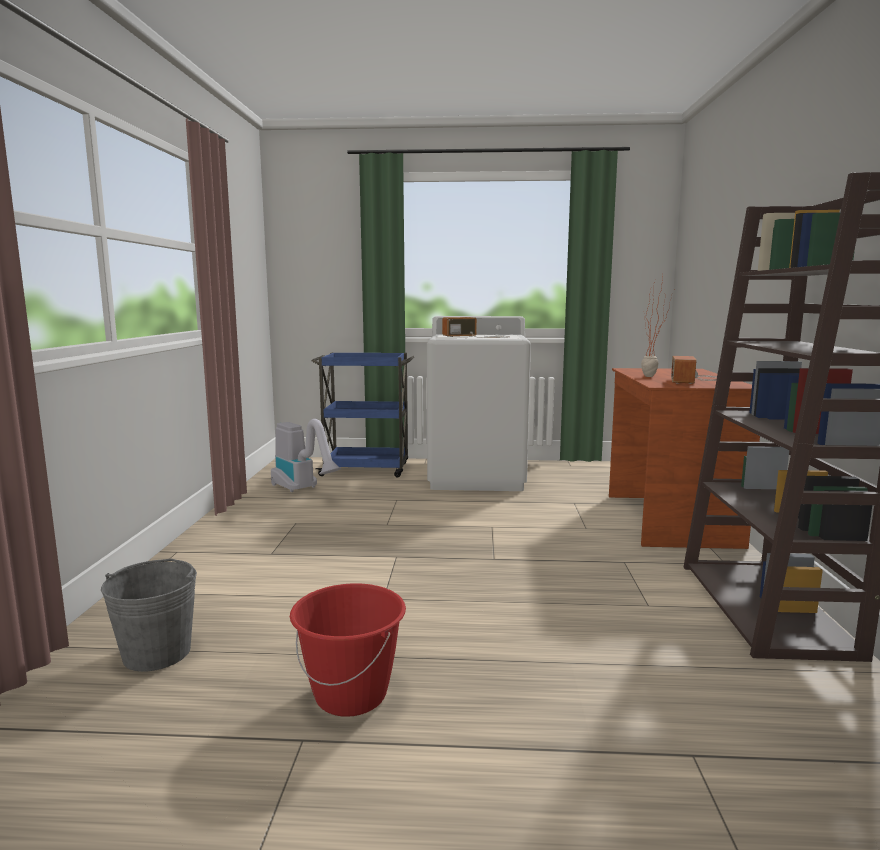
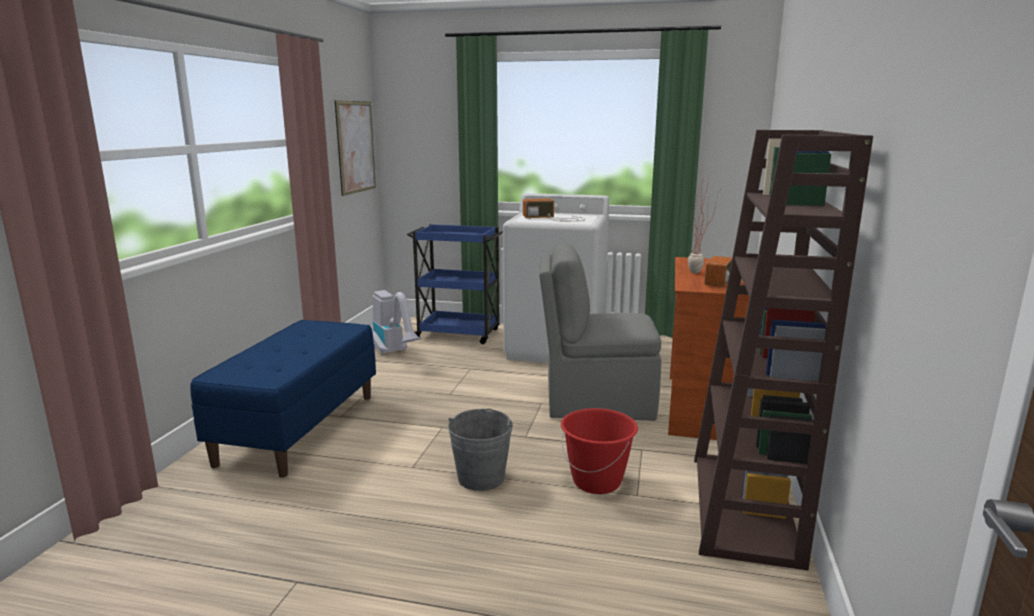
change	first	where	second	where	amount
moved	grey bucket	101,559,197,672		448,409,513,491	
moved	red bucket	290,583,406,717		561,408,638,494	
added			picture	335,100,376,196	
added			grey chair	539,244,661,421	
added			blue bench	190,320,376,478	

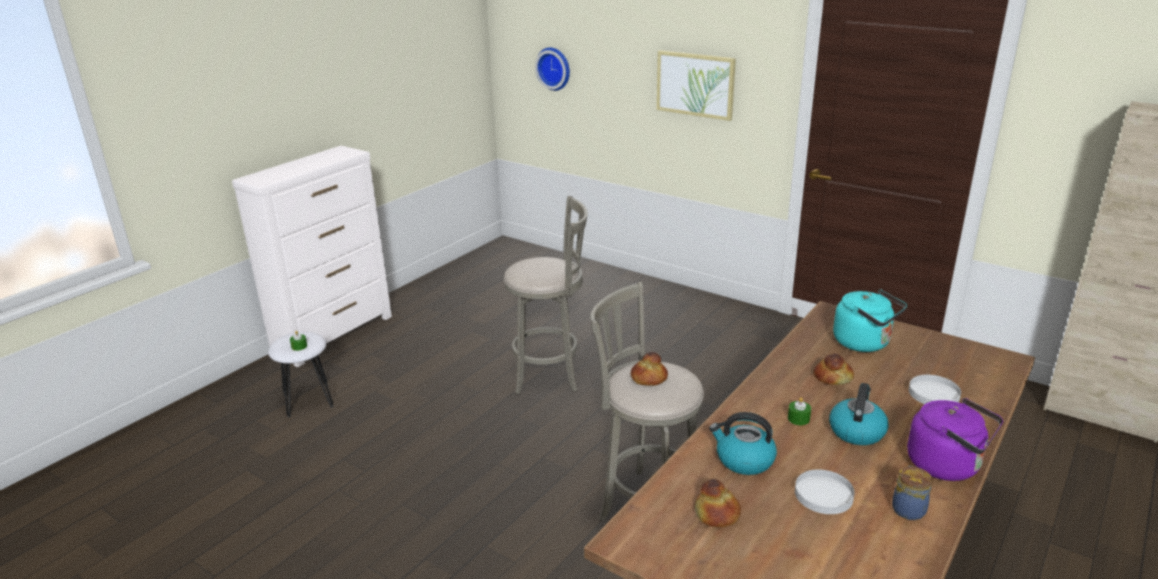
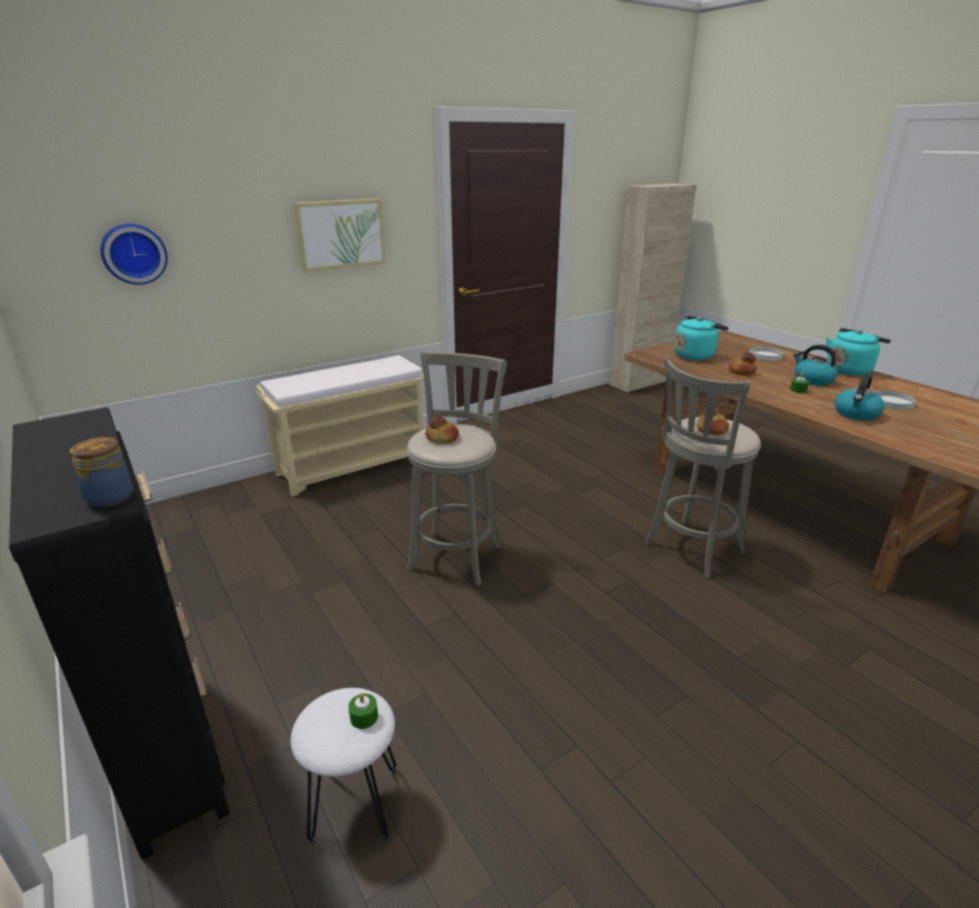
change	first	where	second	where	amount
recoloured	white dresser	232,146,392,367	black dresser	9,407,230,859	
recoloured	purple kettle	907,398,1003,481	turquoise kettle	826,328,891,376	
moved	jar	892,466,932,520		70,437,133,508	
moved	bread	695,479,741,527		425,415,459,444	
added			beige bench	255,355,424,496	

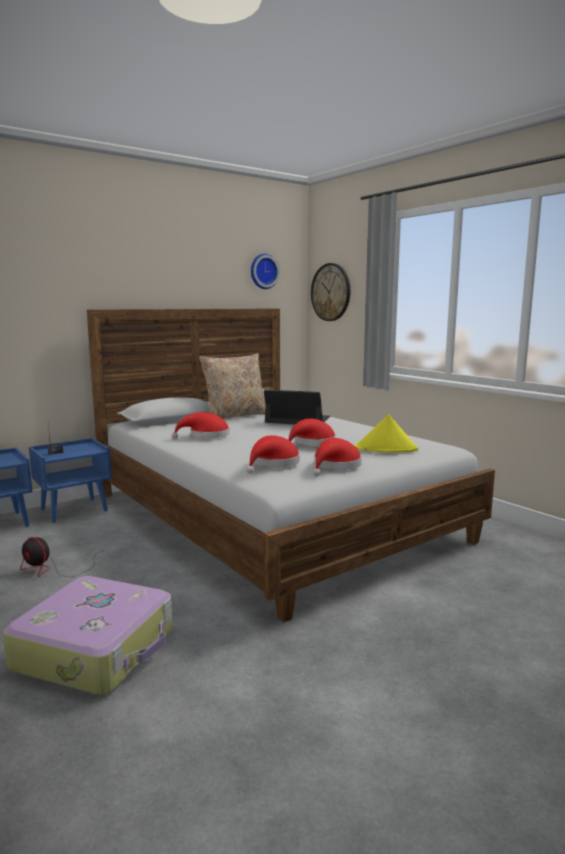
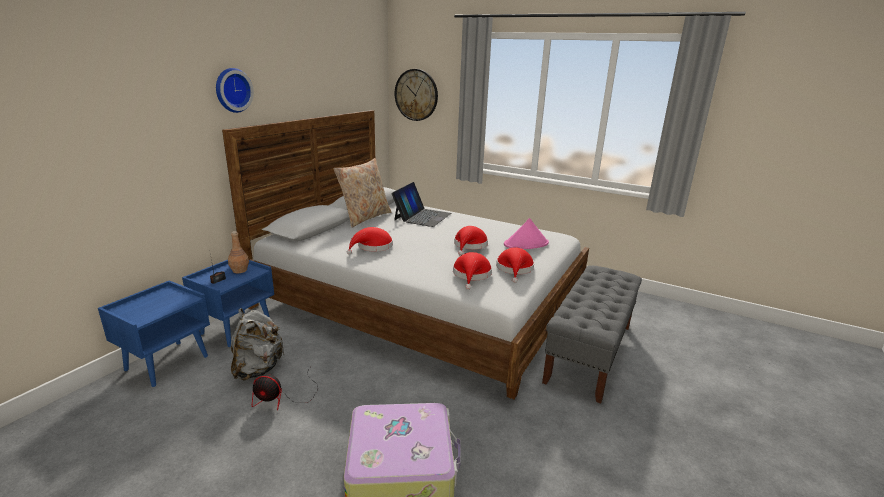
change	first	where	second	where	amount
moved	wall clock	251,254,280,289		216,68,254,113	
turned	laptop	264,390,330,425		391,182,451,227	120 degrees clockwise
recoloured	yellow hat	355,414,418,453	pink hat	504,218,549,249	
added			brown bottle	228,231,249,273	
added			grey bench	542,266,642,404	
added			grey backpack	231,308,284,381	

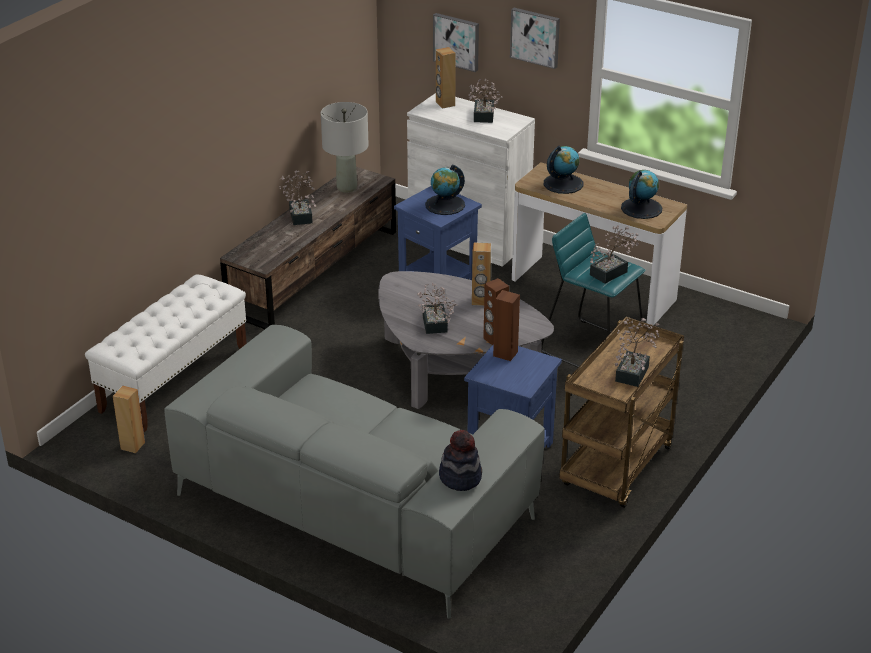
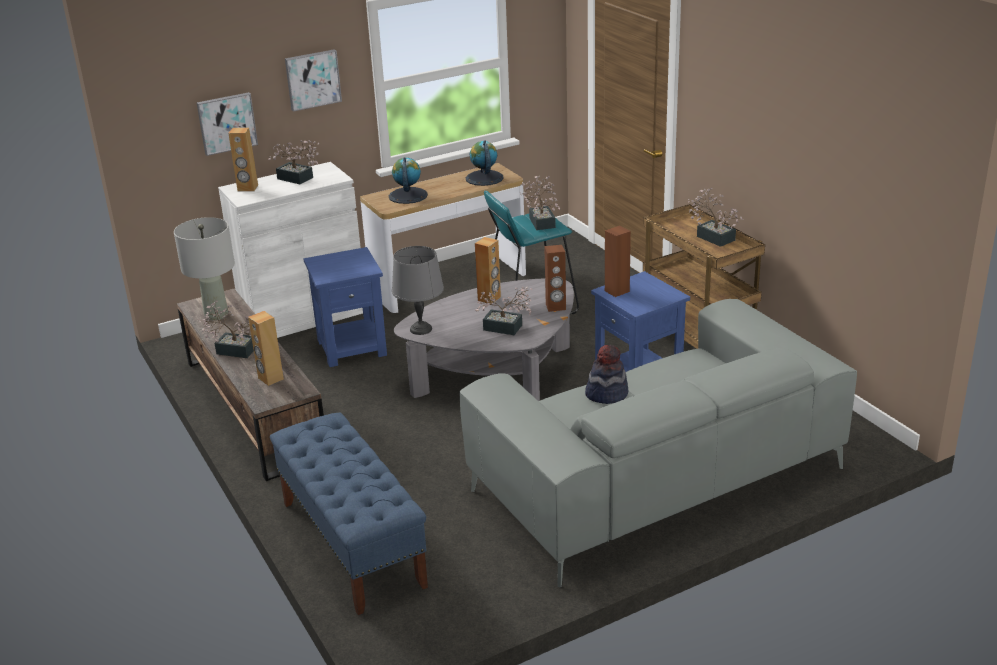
change	first	where	second	where	amount
removed	globe	425,165,465,215			
recoloured	white bench	85,274,247,432	blue bench	270,412,428,615	
moved	brown speaker	113,386,145,453		248,311,284,386	
moved	hat	439,430,482,491		585,345,628,404	
added			grey table lamp	392,246,444,335	

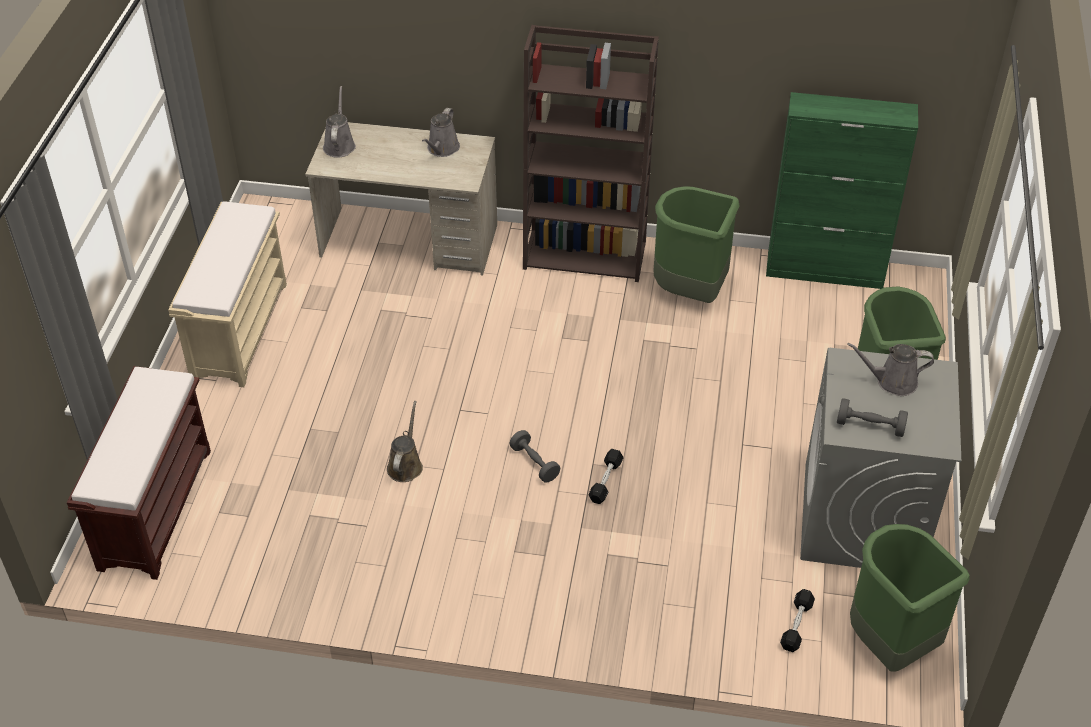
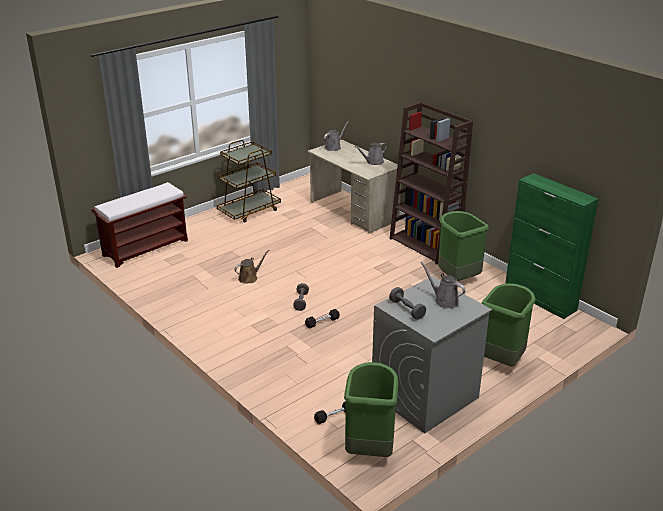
change	first	where	second	where	amount
replaced	beige bench	168,202,287,387	brown cart	217,140,281,223	

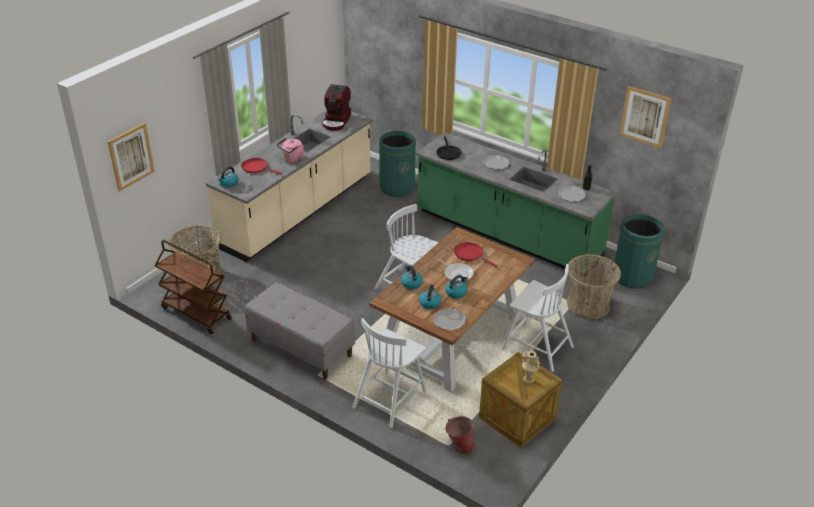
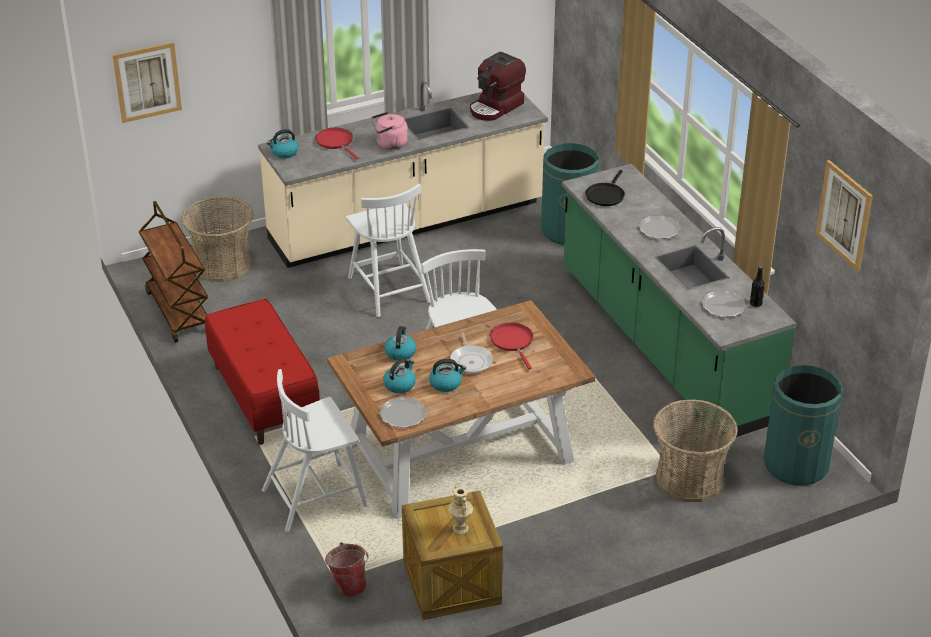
change	first	where	second	where	amount
moved	white chair	502,264,574,372		346,184,431,317	
recoloured	grey bench	245,282,355,380	red bench	205,299,320,445	

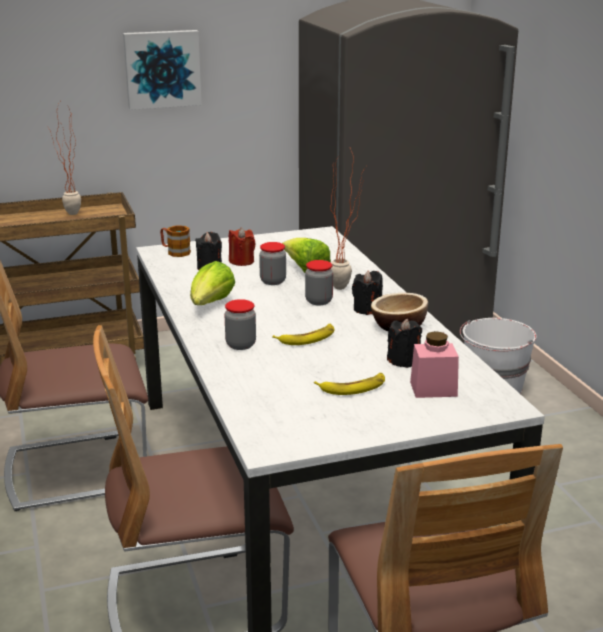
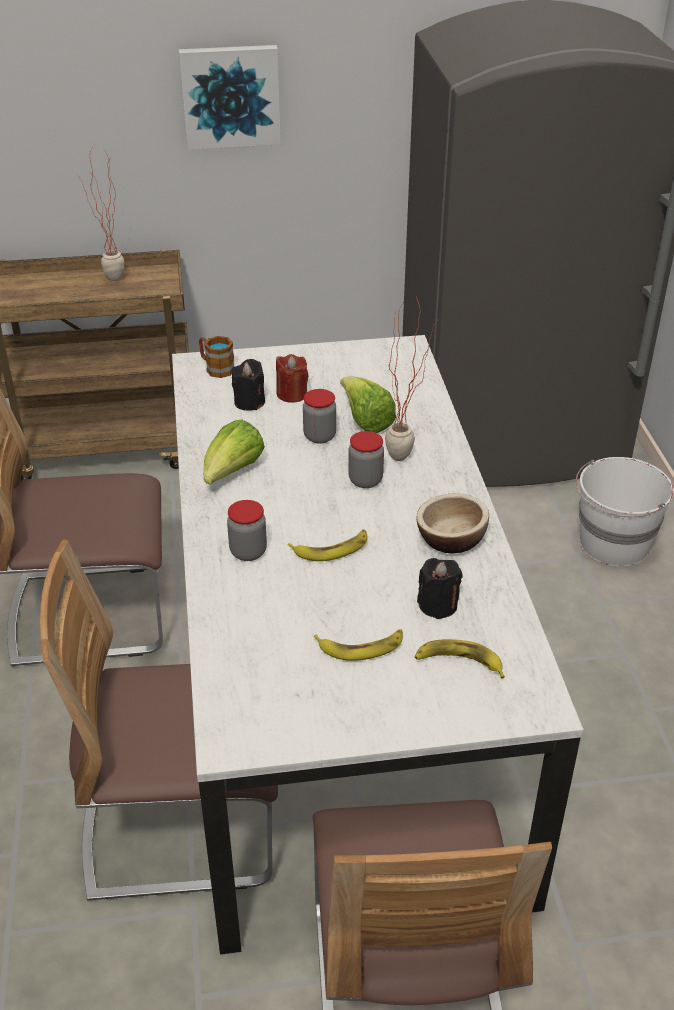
change	first	where	second	where	amount
removed	black candle	352,271,383,315			
replaced	pink jar	410,331,459,398	banana	415,639,505,678	

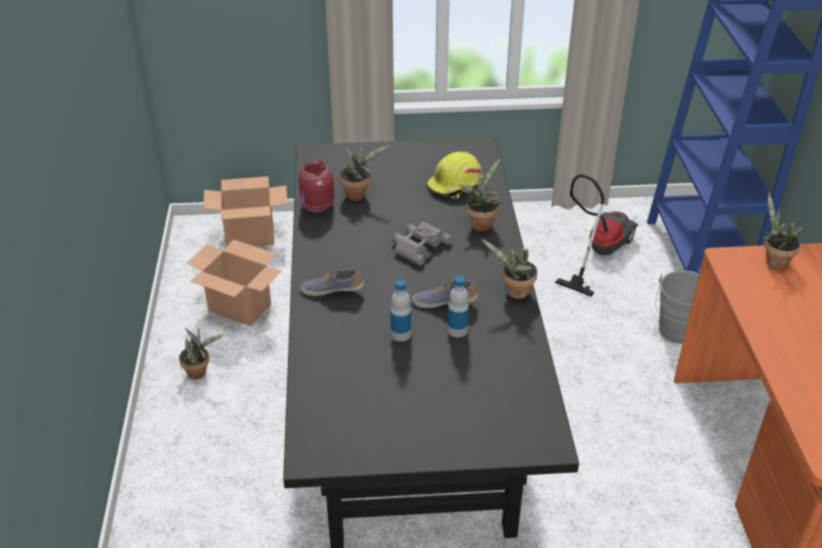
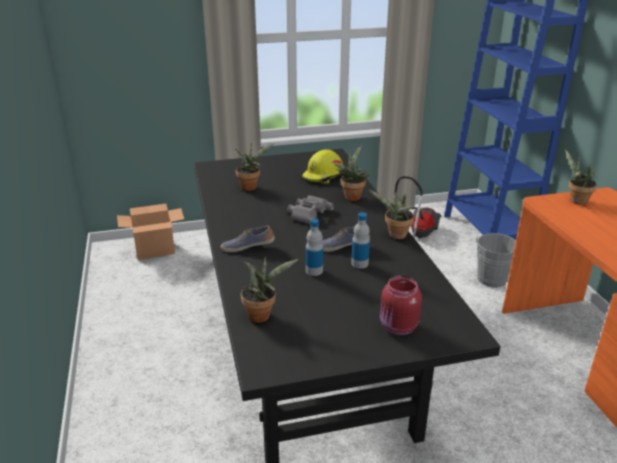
change	first	where	second	where	amount
moved	red jar	298,161,334,212		380,276,422,335	
removed	cardboard box	187,239,282,326			
moved	potted plant	179,328,224,380		241,257,298,323	

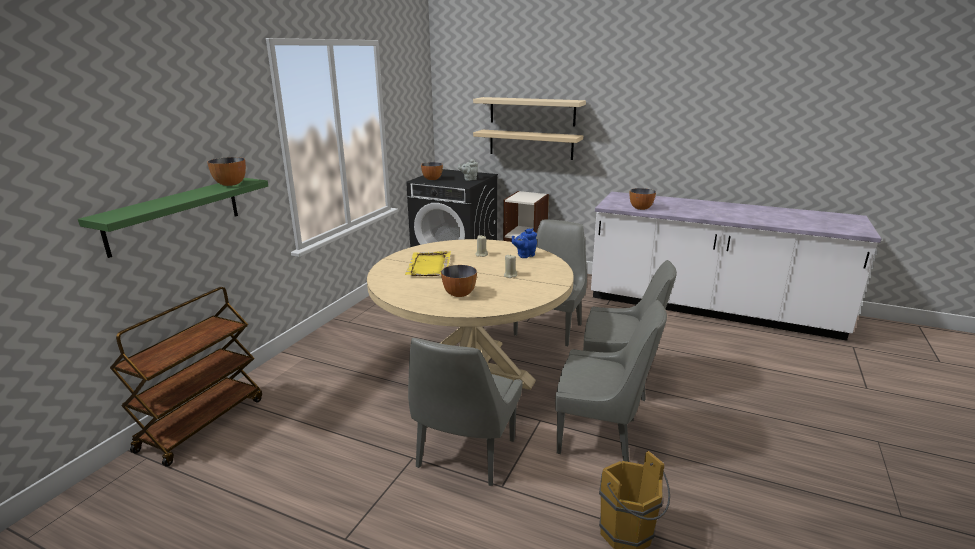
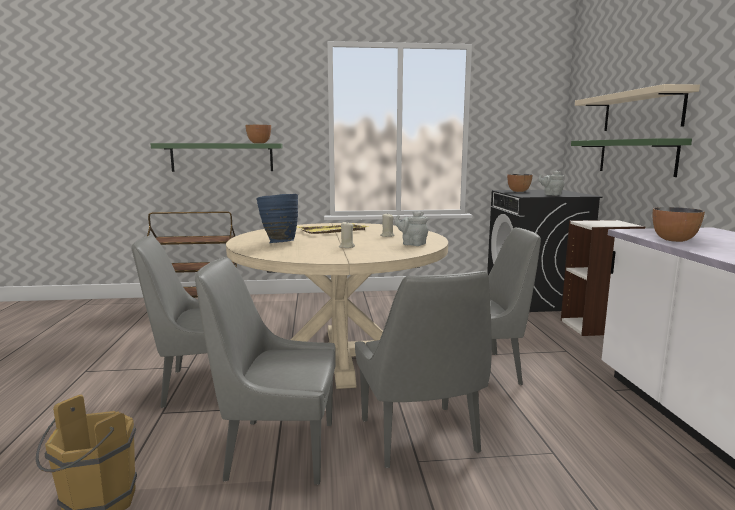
change	first	where	second	where	amount
recoloured	beige shelf	473,130,583,160	green shelf	571,138,692,177	
recoloured	blue teapot	511,228,537,258	grey teapot	394,211,428,246	
replaced	bowl	441,265,477,297	blue vase	256,194,298,243	
turned	grey chair	555,300,667,462		195,257,336,485	105 degrees clockwise

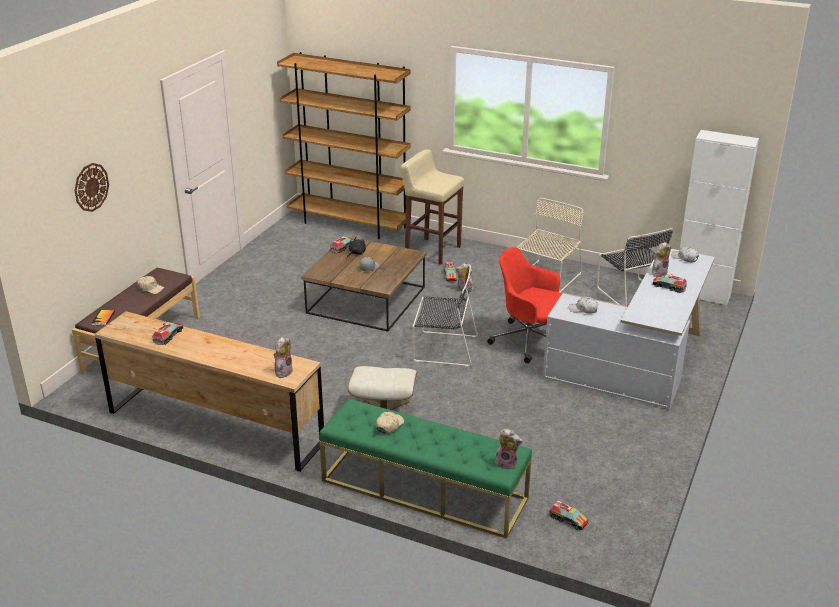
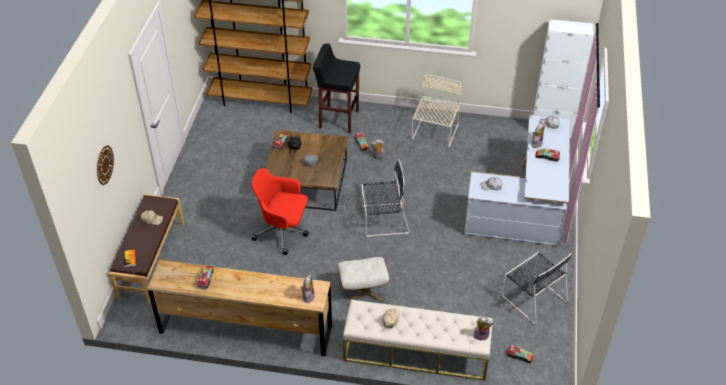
change	first	where	second	where	amount
recoloured	beige stool	400,150,464,265	black stool	313,44,360,133	
moved	black chair	597,228,673,306		502,252,572,325	
moved	red office chair	487,247,562,363		252,168,309,255	
recoloured	green bench	319,399,532,539	beige bench	343,299,493,381	

